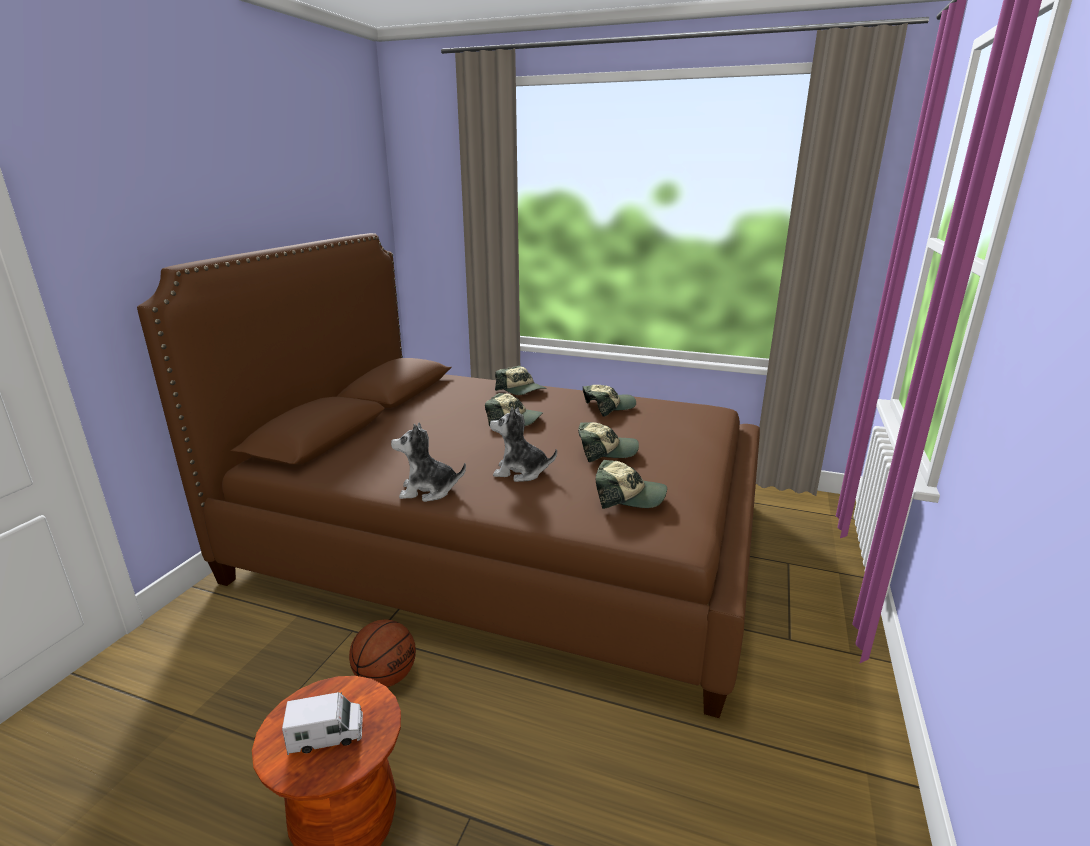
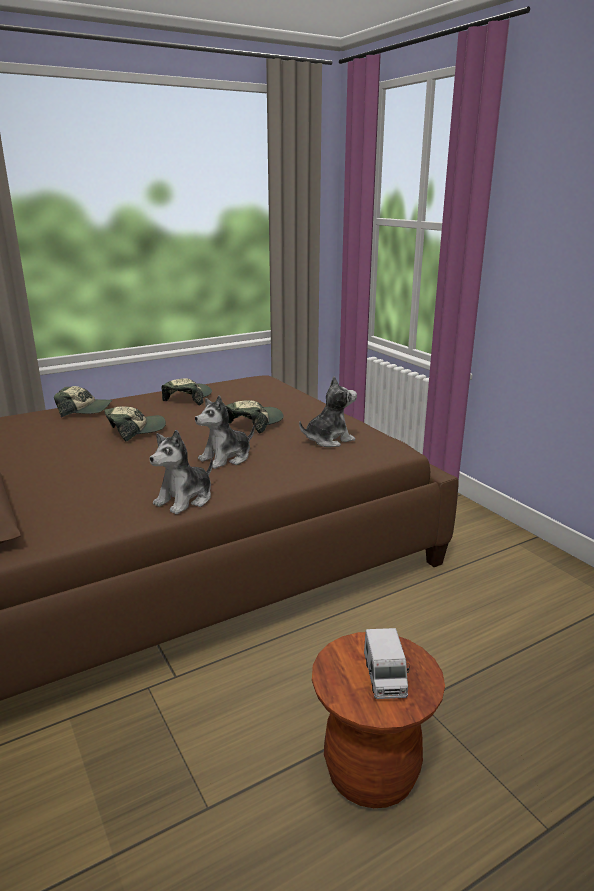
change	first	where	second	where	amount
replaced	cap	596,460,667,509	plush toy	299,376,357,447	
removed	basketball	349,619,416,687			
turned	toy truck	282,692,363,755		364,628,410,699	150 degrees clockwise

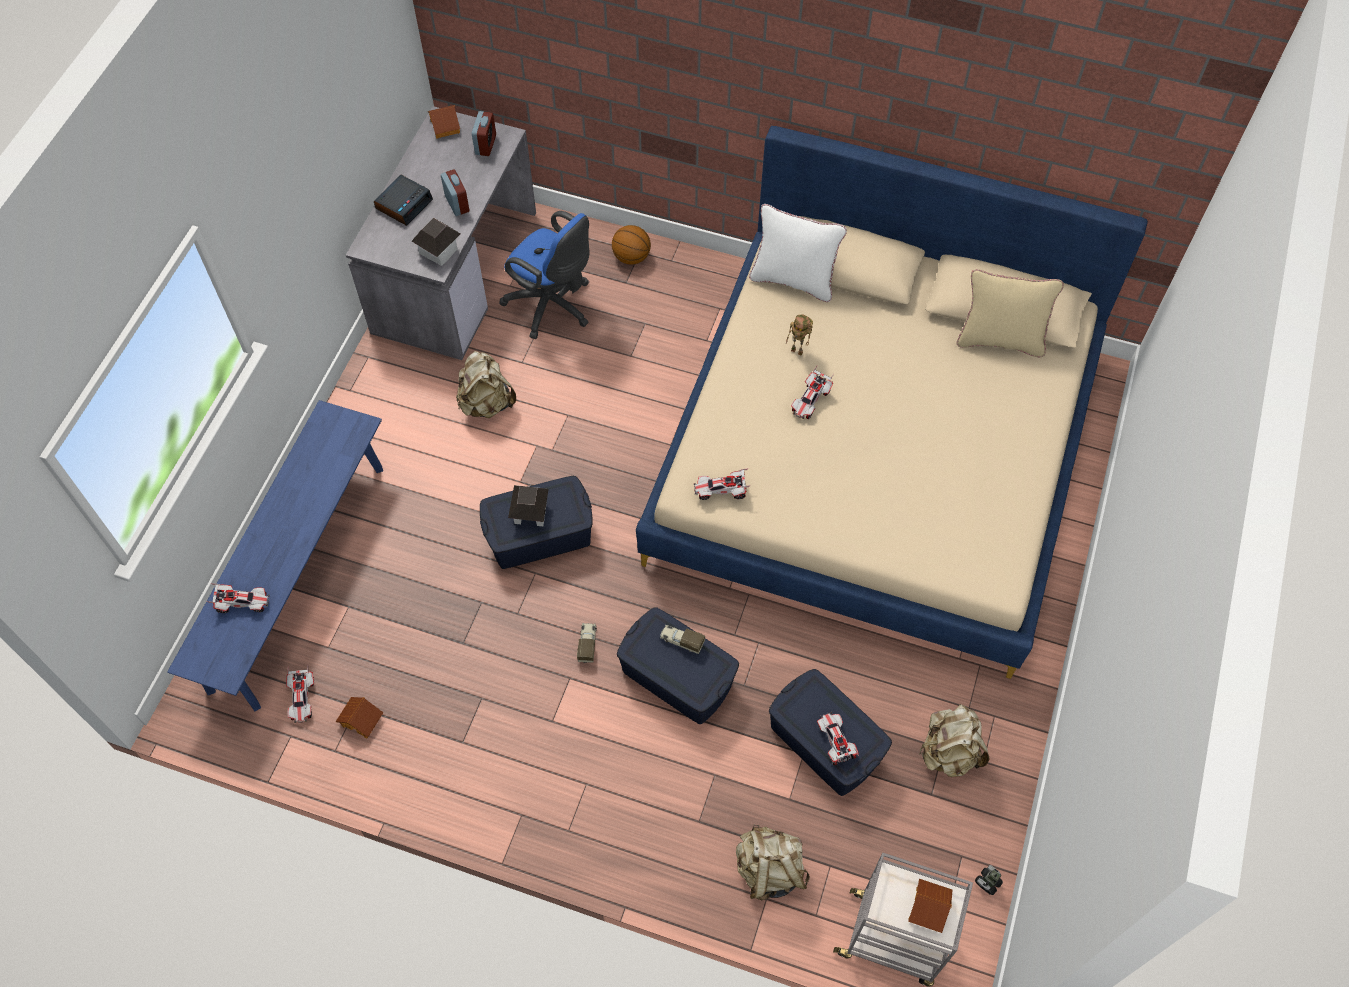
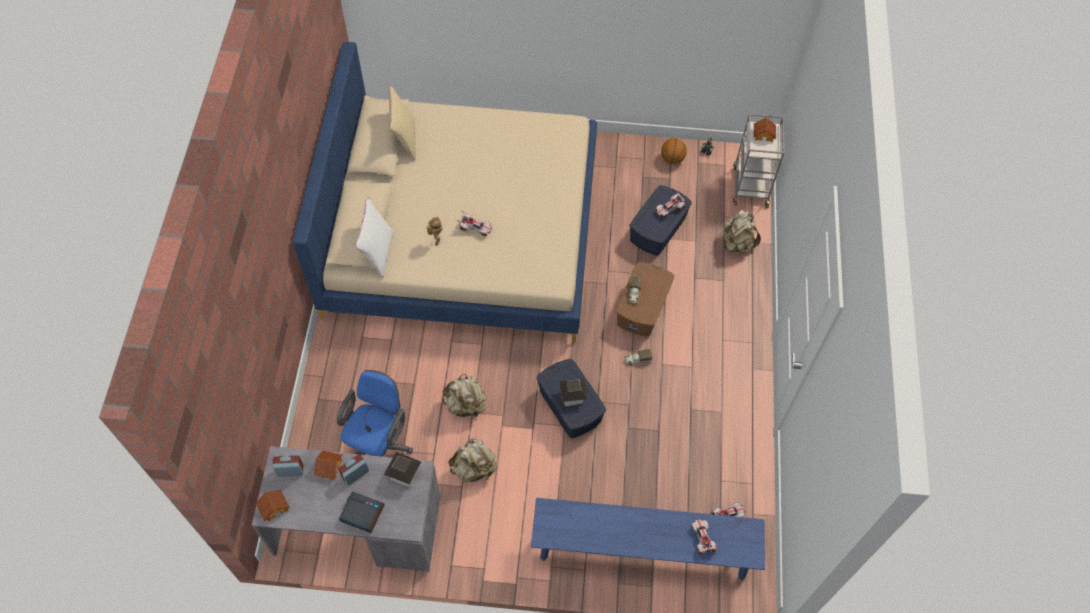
change	first	where	second	where	amount
moved	basketball	612,225,651,265		661,138,687,164	
removed	toy car	694,468,751,500			
recoloured	blue storage box	617,607,739,724	brown storage box	616,262,674,336	
moved	toy house	336,697,383,739		314,451,342,480	
moved	beige backpack	919,704,989,777		442,374,487,418	

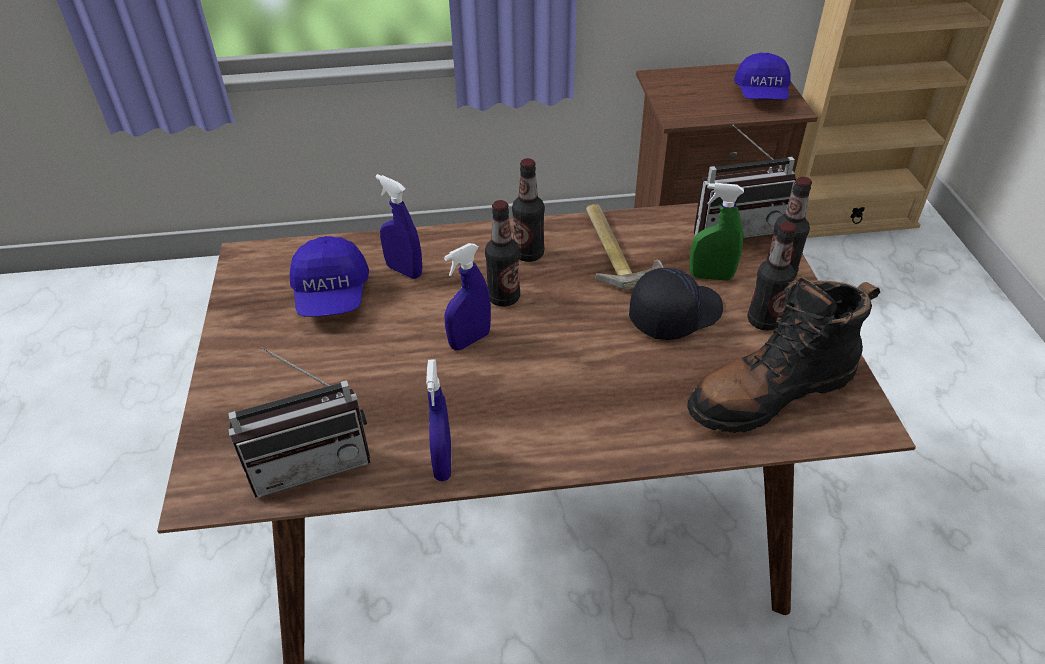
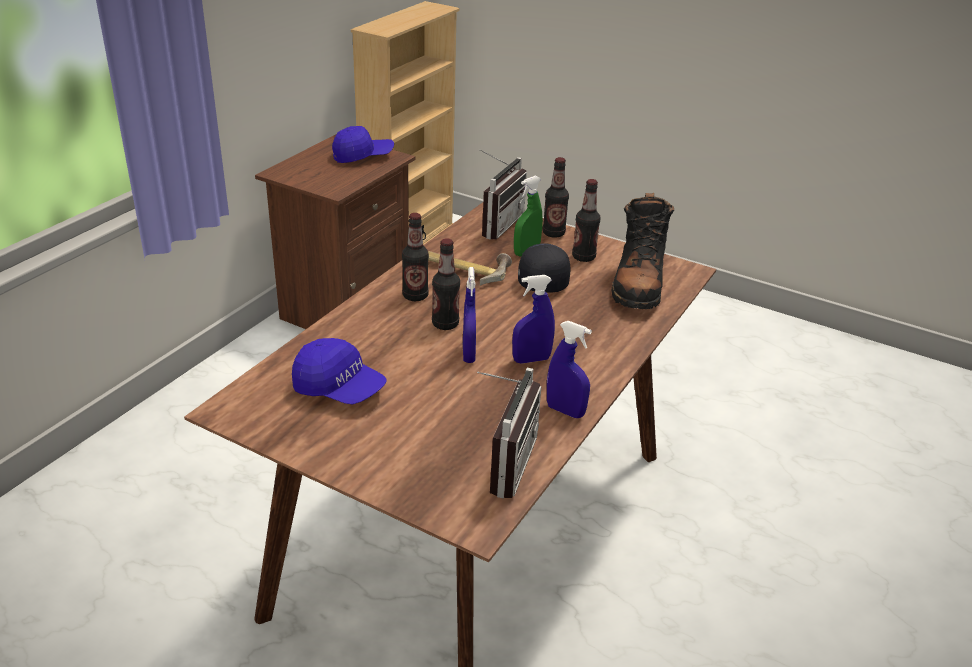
change	first	where	second	where	amount
turned	blue cap	734,53,791,100		332,126,394,163	60 degrees counterclockwise
moved	blue spray bottle	376,174,422,279		512,275,555,364	

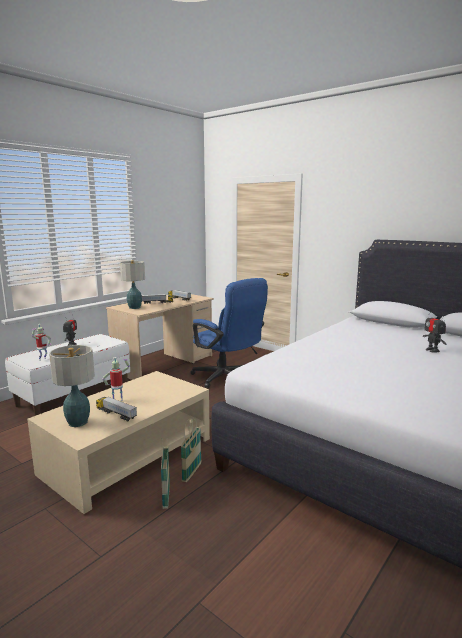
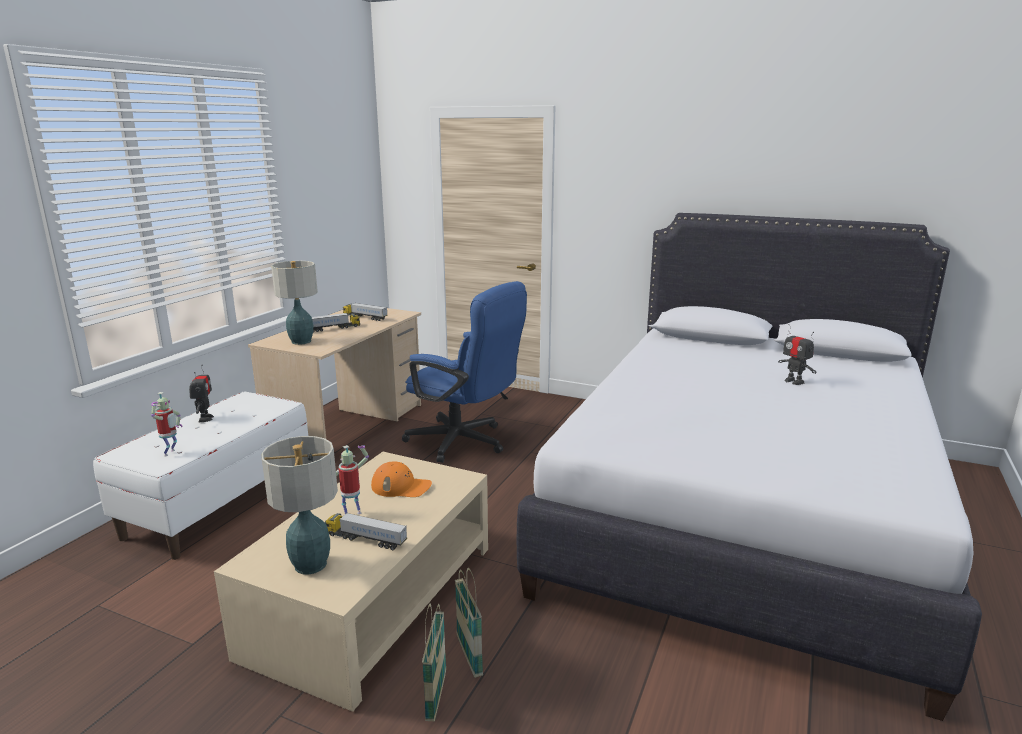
change	first	where	second	where	amount
moved	basket	181,418,202,482		422,603,446,721	
added			orange cap	371,461,432,497	

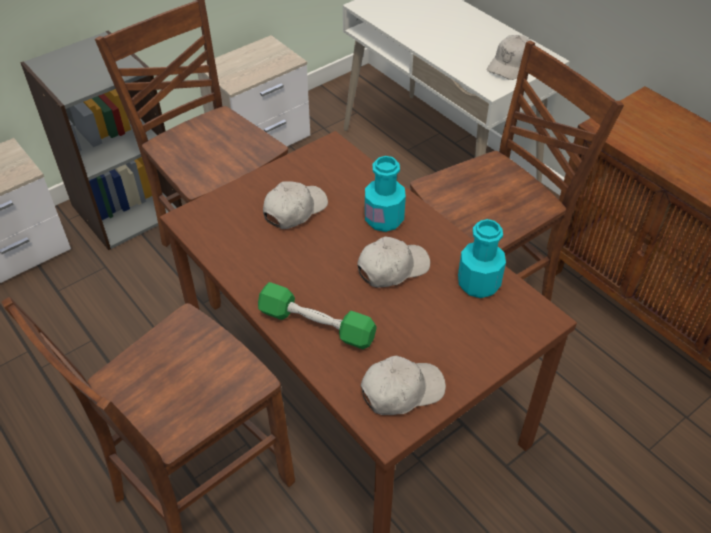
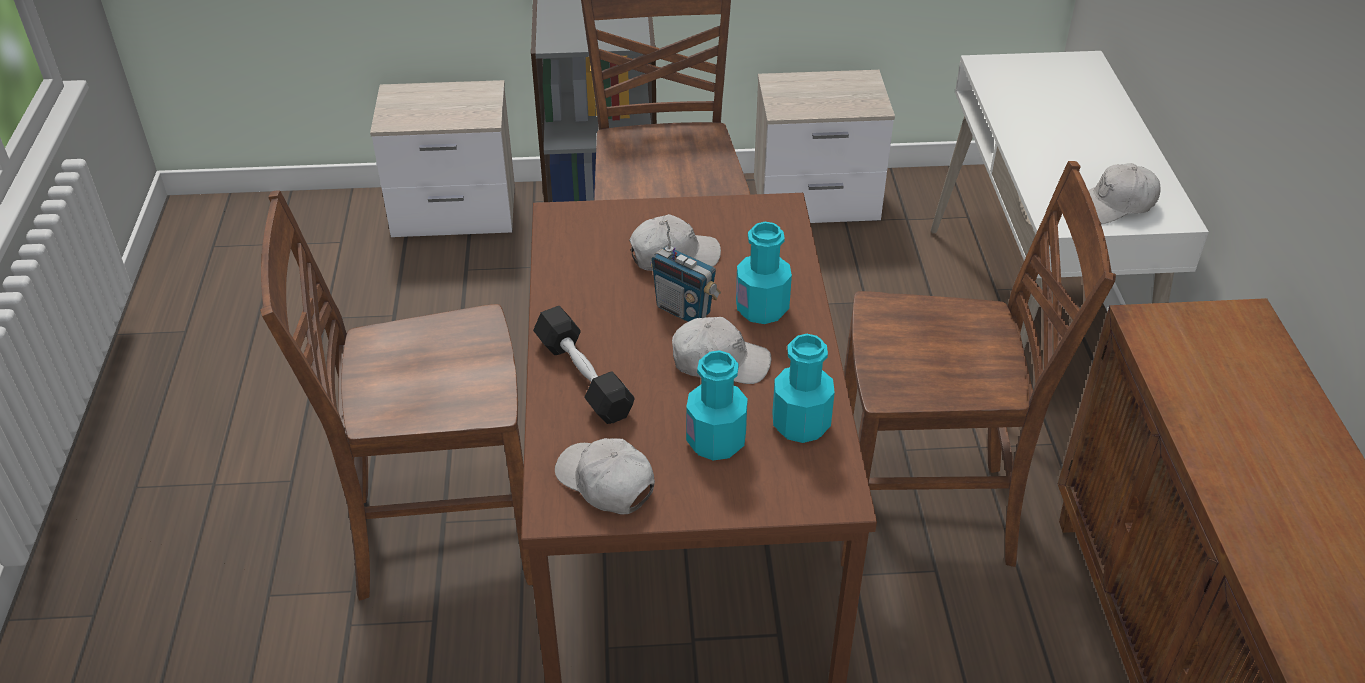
change	first	where	second	where	amount
recoloured	green dumbbell	258,282,377,349	black dumbbell	533,306,635,424	
turned	white cap	361,356,446,415		555,438,655,514	150 degrees counterclockwise
added			radio	650,220,721,322	
added			turquoise bottle	686,350,748,461	

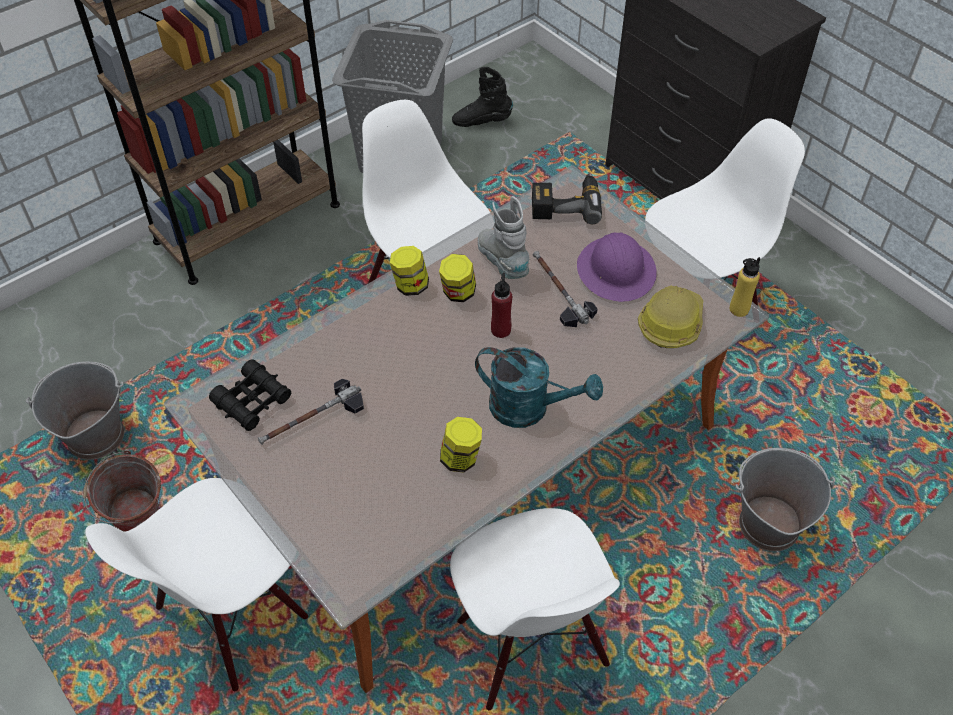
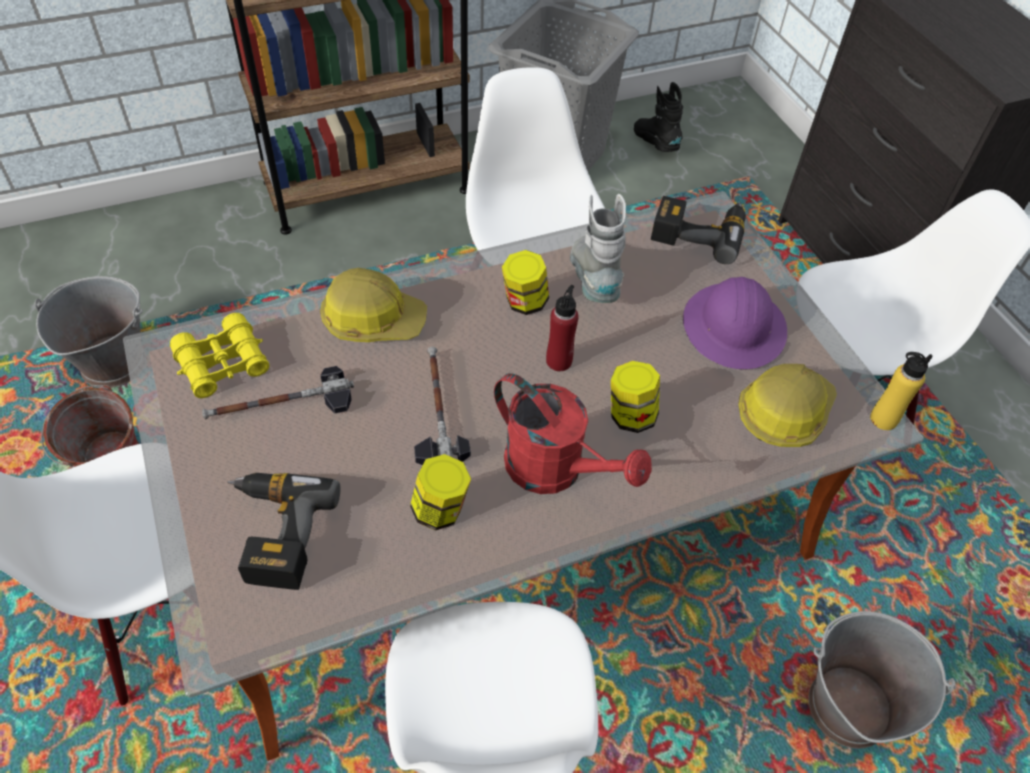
change	first	where	second	where	amount
turned	black boot	452,67,513,127		634,82,683,152	45 degrees clockwise
moved	jar	390,246,429,296		611,361,660,433	
moved	hammer	533,251,597,327		414,347,471,465	
recoloured	turquoise watering can	475,347,603,428	red watering can	494,373,652,494	
recoloured	black binoculars	209,359,291,431	yellow binoculars	170,313,269,398	
added			hard hat	320,268,427,342	
added			power drill	227,473,341,590	

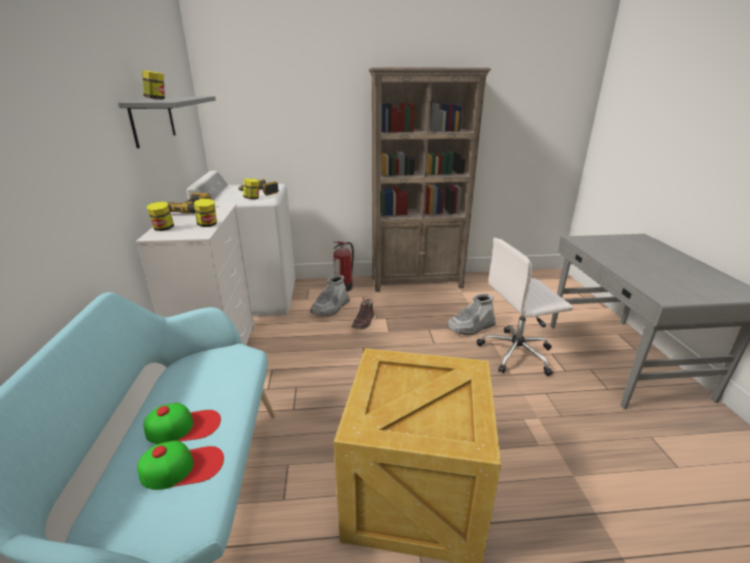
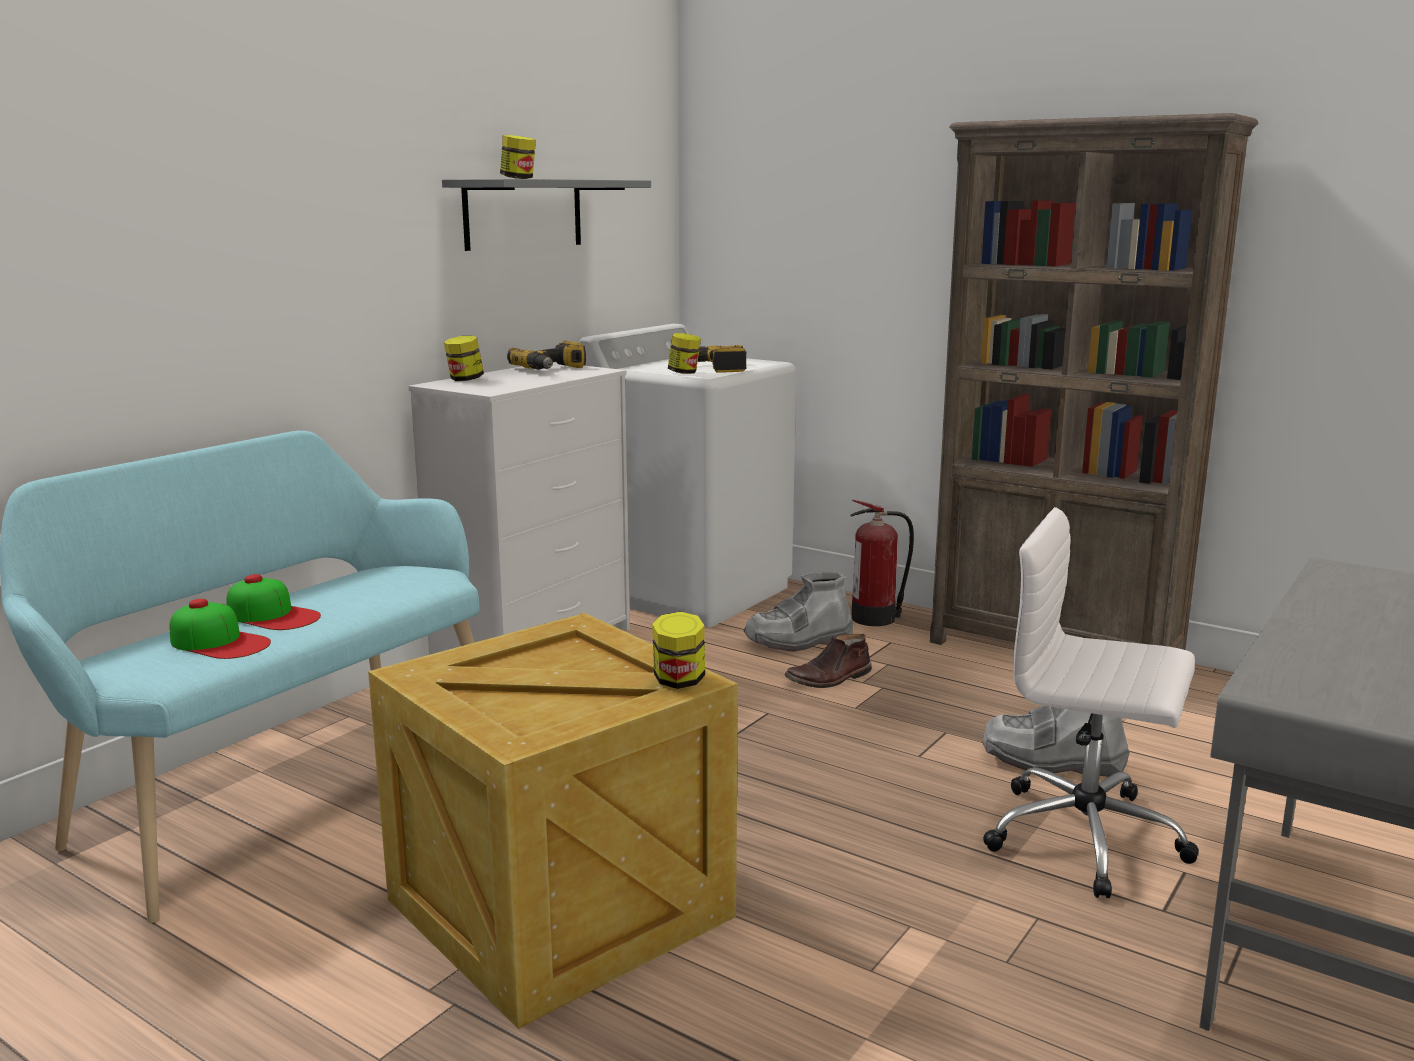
change	first	where	second	where	amount
moved	jar	194,199,217,227		652,612,705,689	

